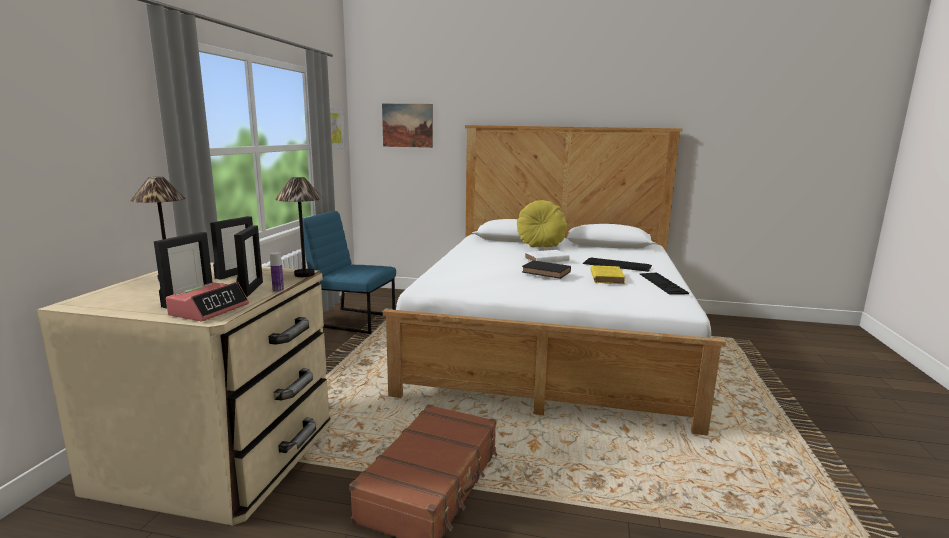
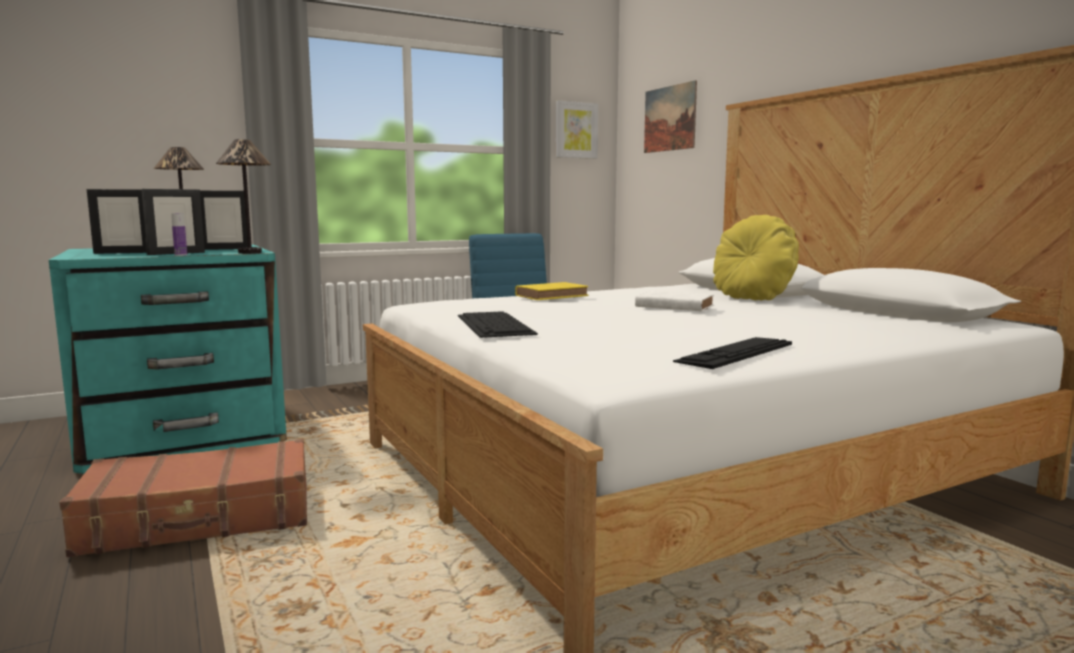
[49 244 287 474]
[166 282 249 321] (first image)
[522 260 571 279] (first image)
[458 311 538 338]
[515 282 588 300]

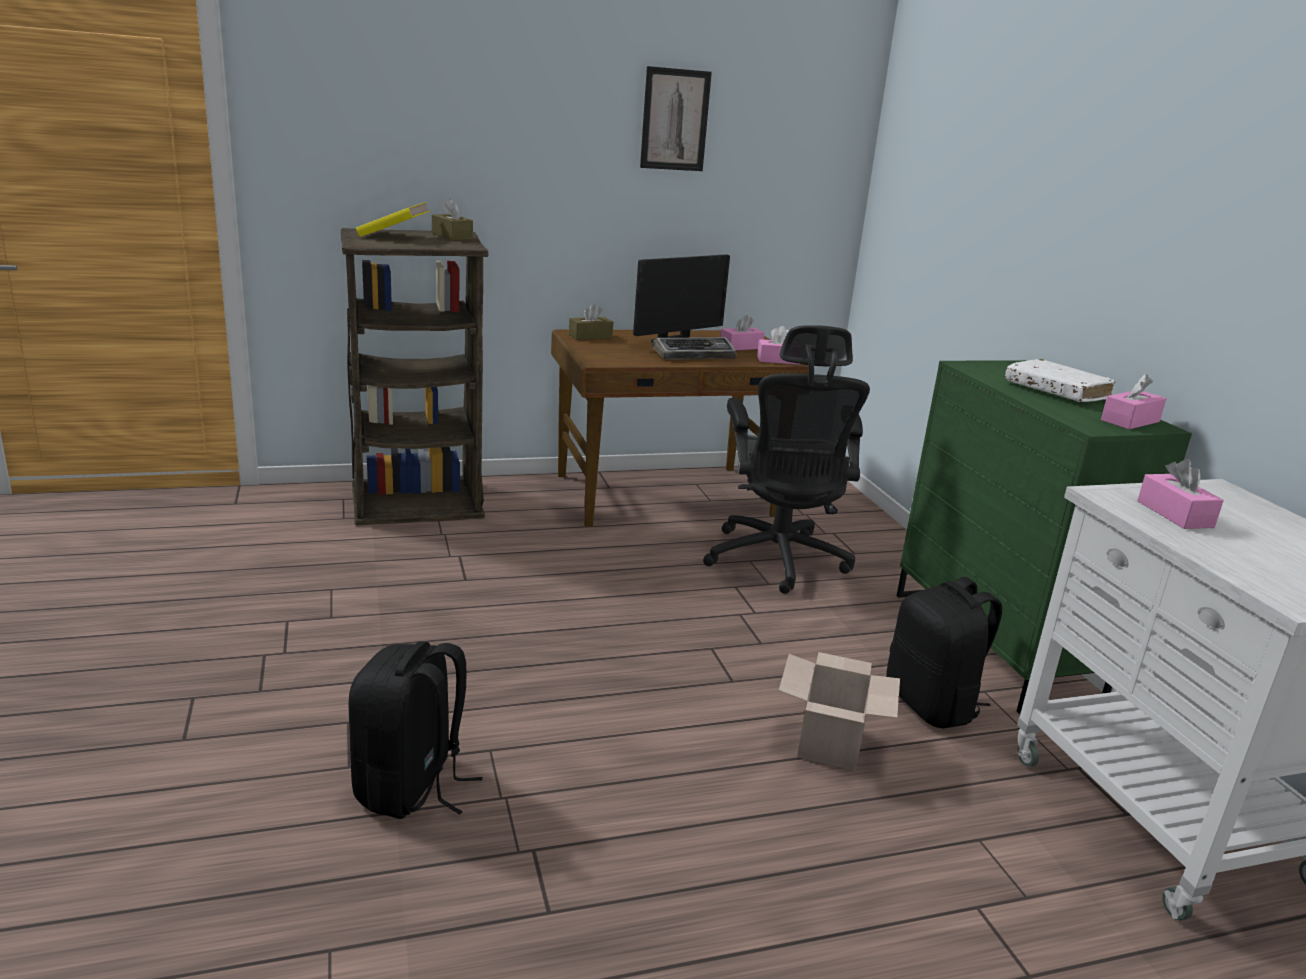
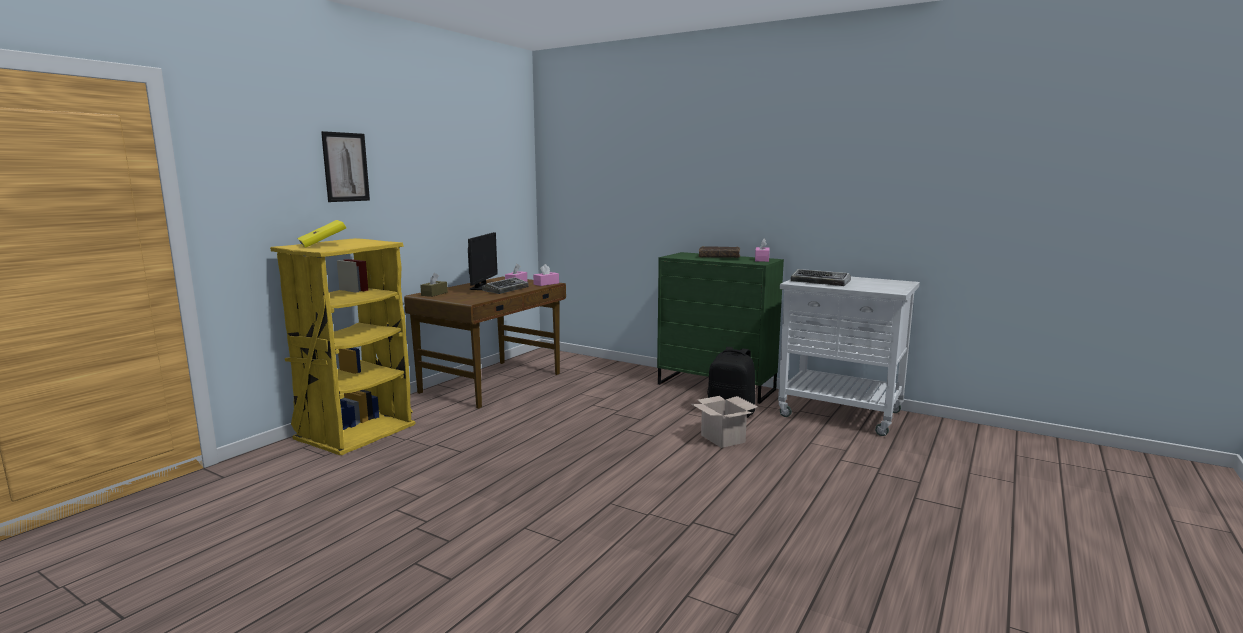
[270 238 416 455]
[348 642 483 819] (first image)
[432 198 473 240] (first image)
[321 131 370 202]
[703 325 870 594] (first image)
[699 246 740 258]
[791 269 851 286]

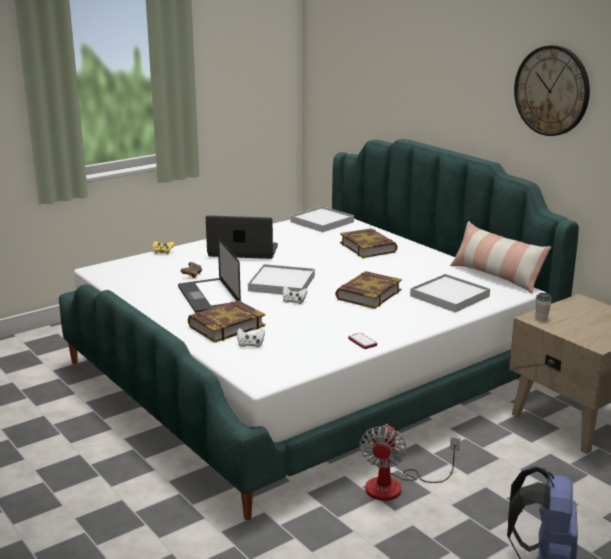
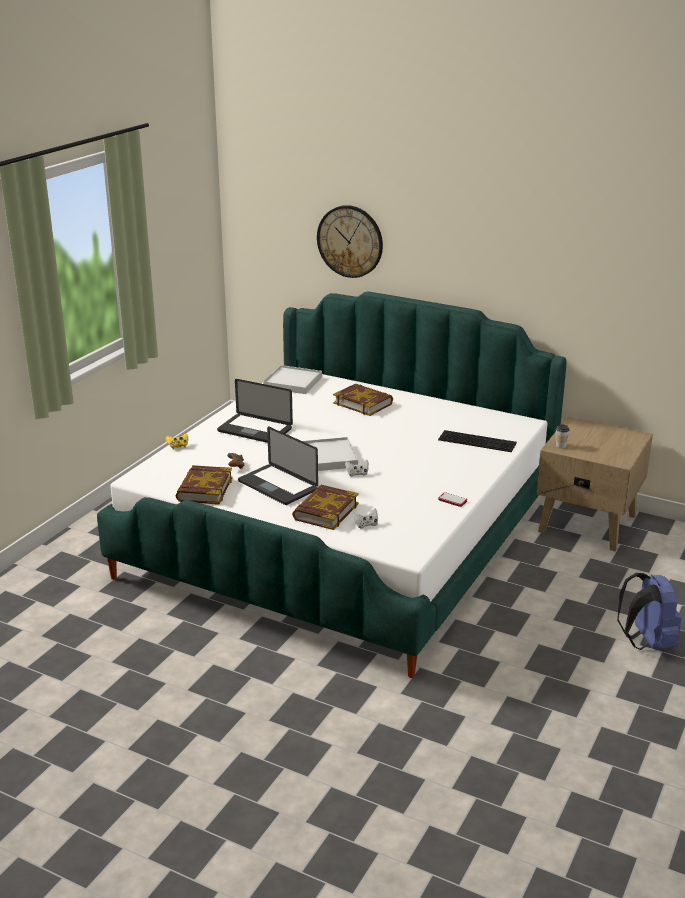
[217 379 293 443]
[176 465 232 505]
[360 424 460 501] (first image)
[438 430 517 452]
[450 221 551 294] (first image)
[317 205 383 278]

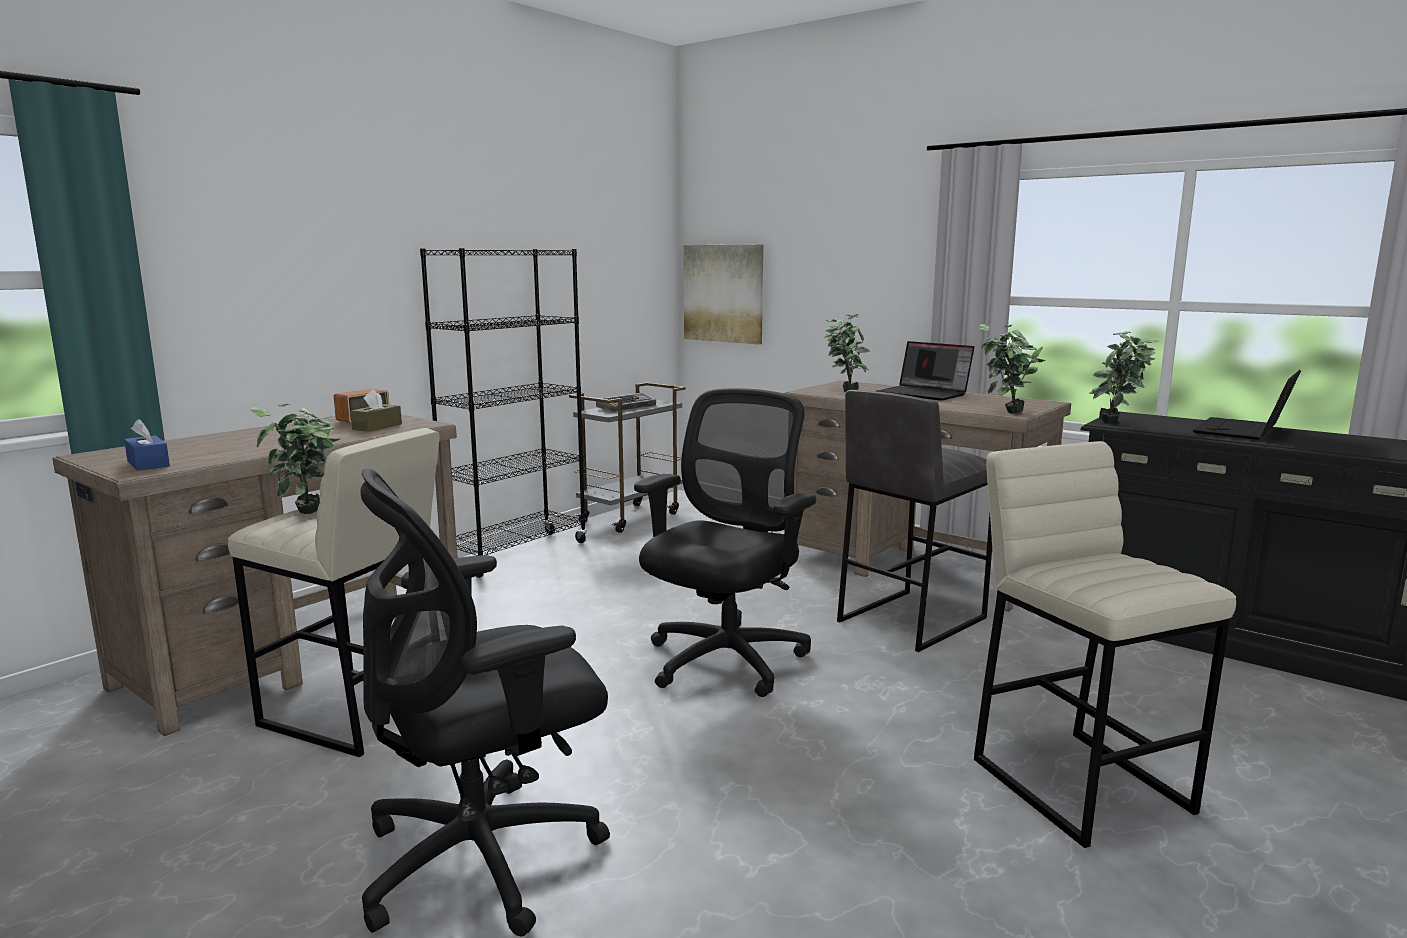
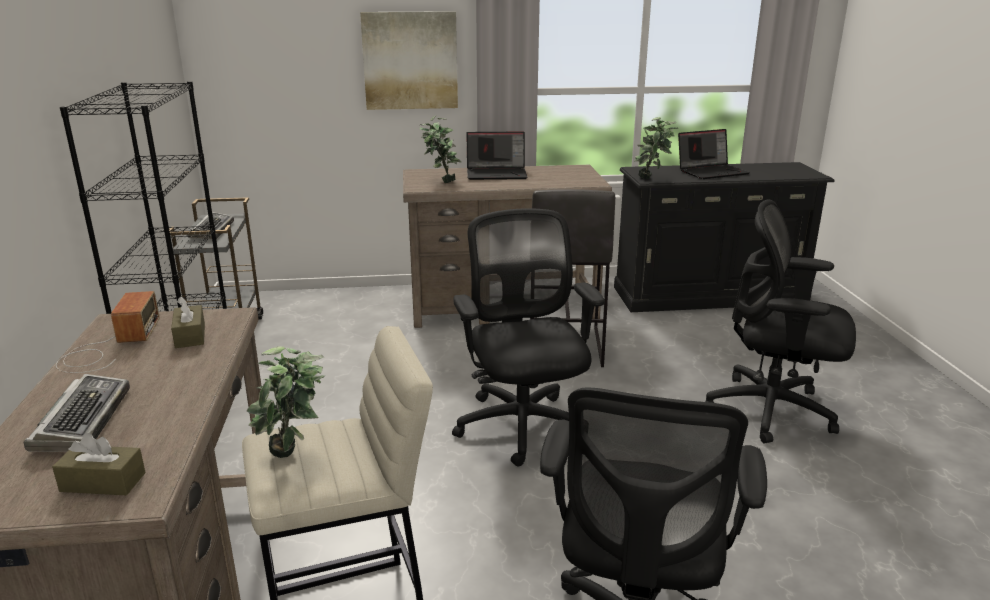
[52 433 146 496]
[360 11 458 110]
[706 199 856 444]
[980 324 1046 414] (first image)
[678 129 750 179]
[24 374 130 452]

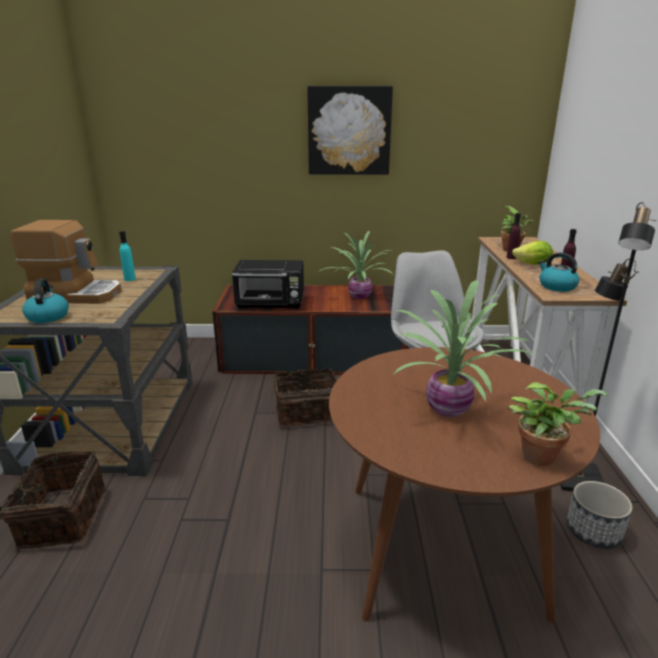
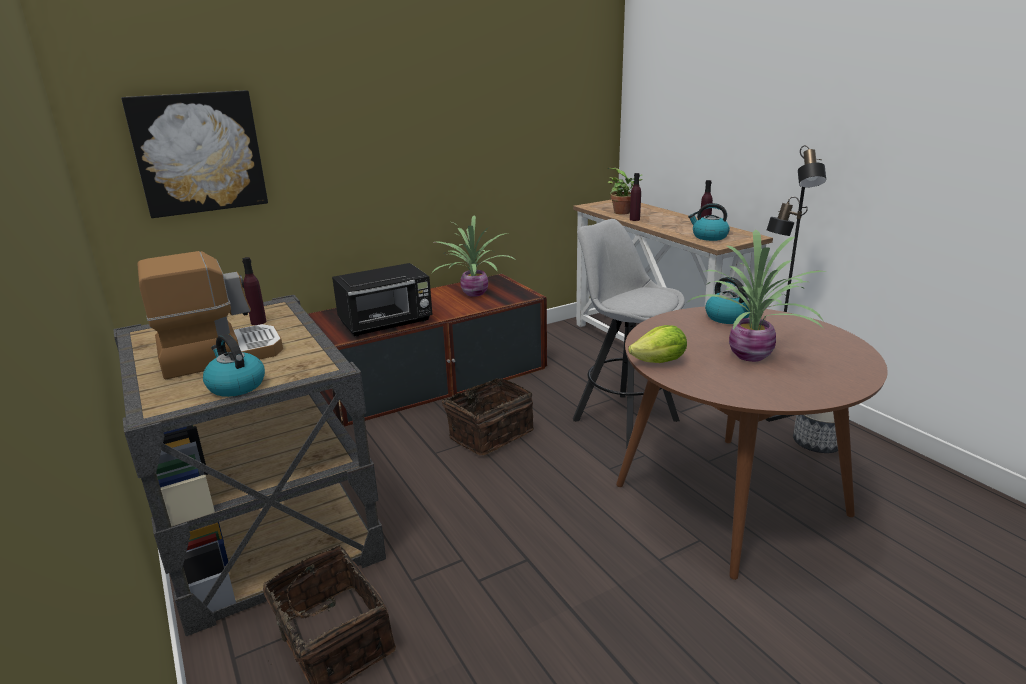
[242 257 266 325]
[121 90 268 218]
[508 382 608 466] (first image)
[628 325 687 363]
[705 277 750 324]

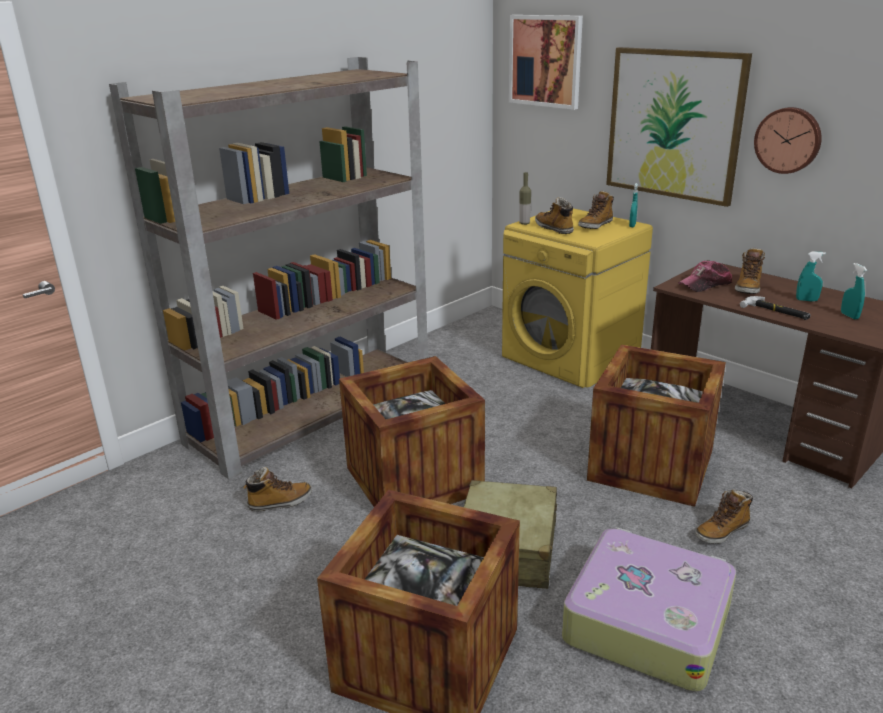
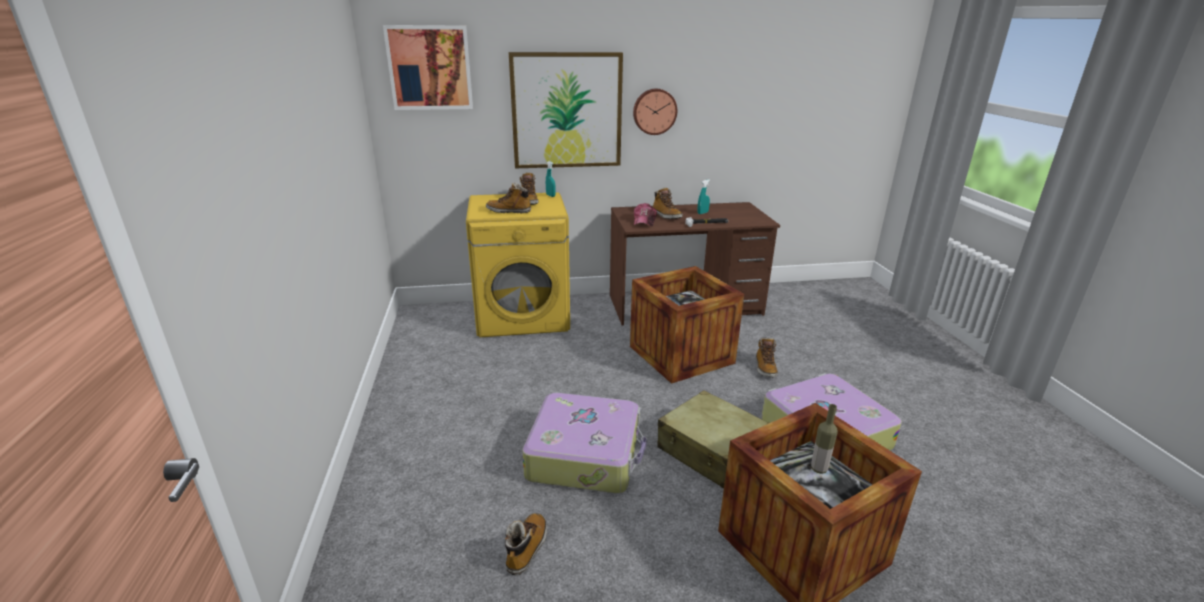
[109 57 428 479] (first image)
[522 393 647 493]
[811 404 838 474]
[841 263 867 320] (first image)

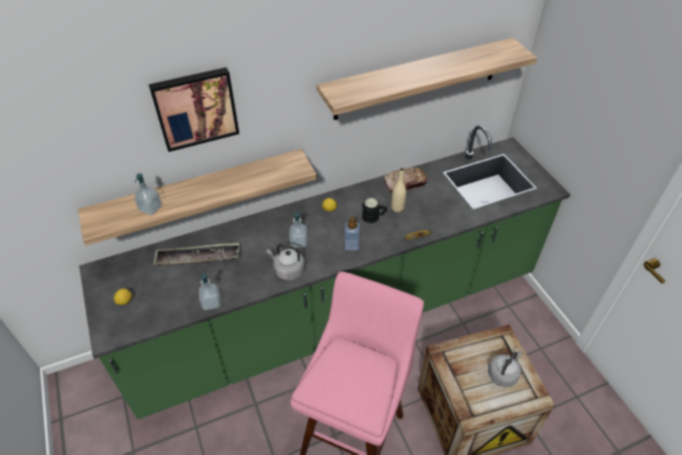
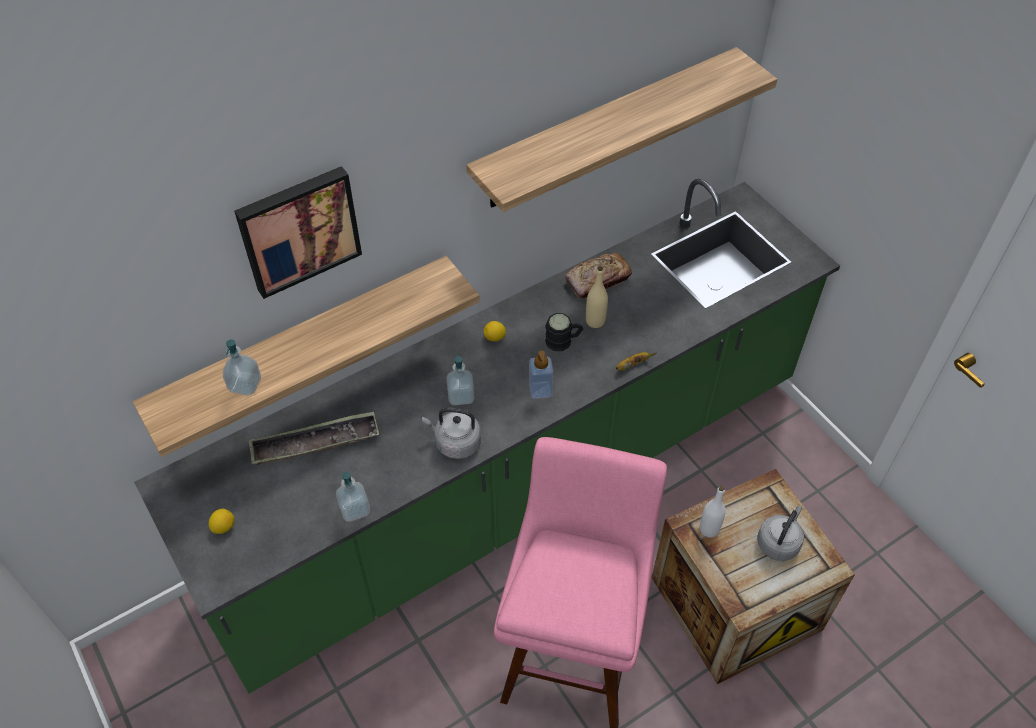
[700 486 725 537]

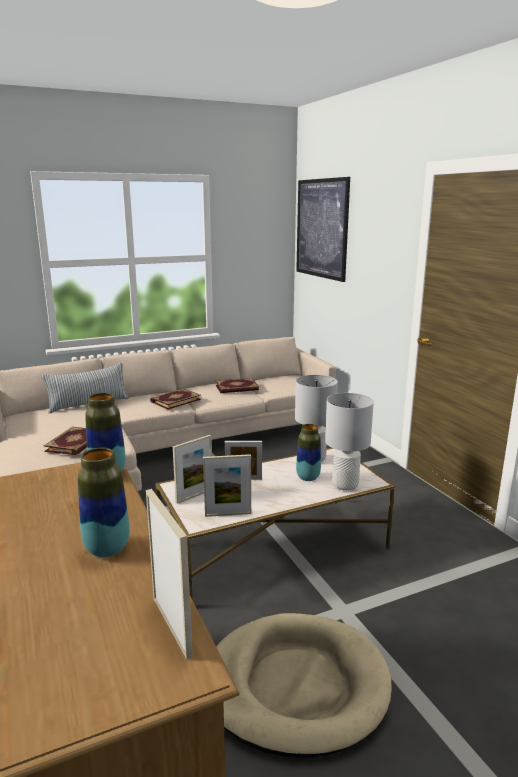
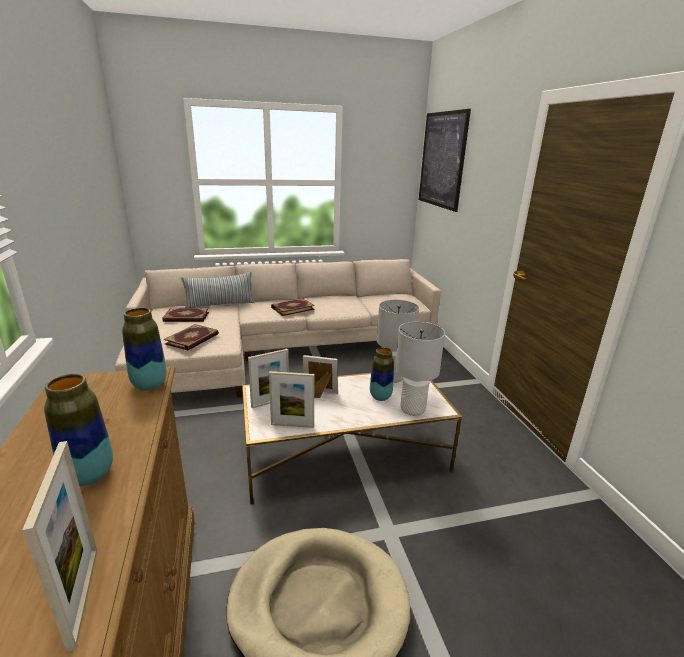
[162 308 209 322]

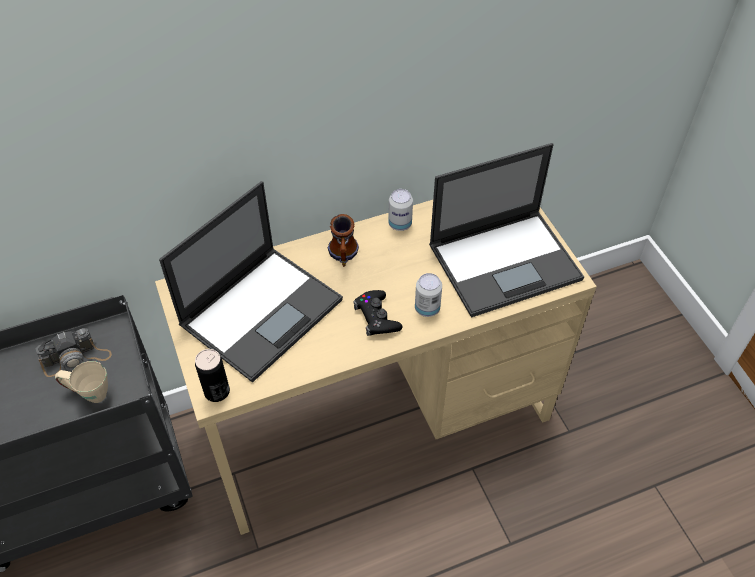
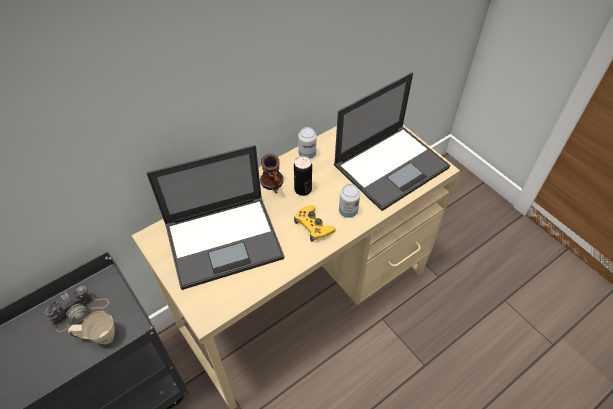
[147 145 285 290]
[294 156 312 196]
[294 205 335 241]

